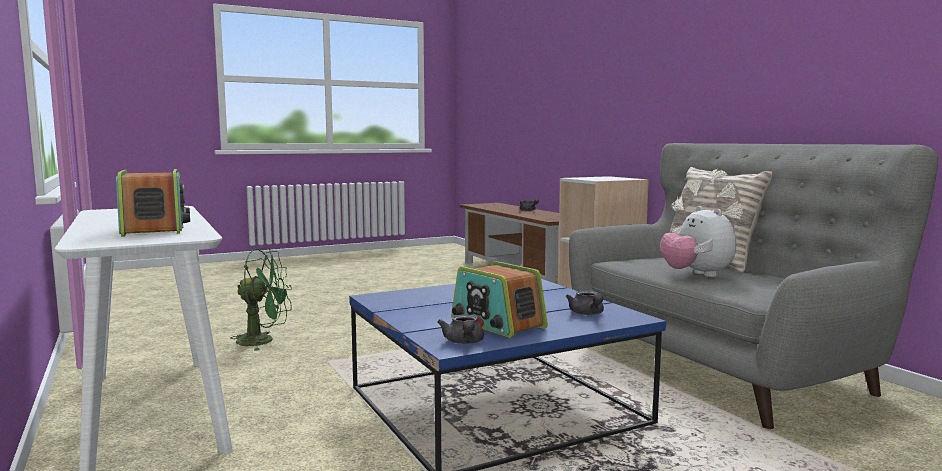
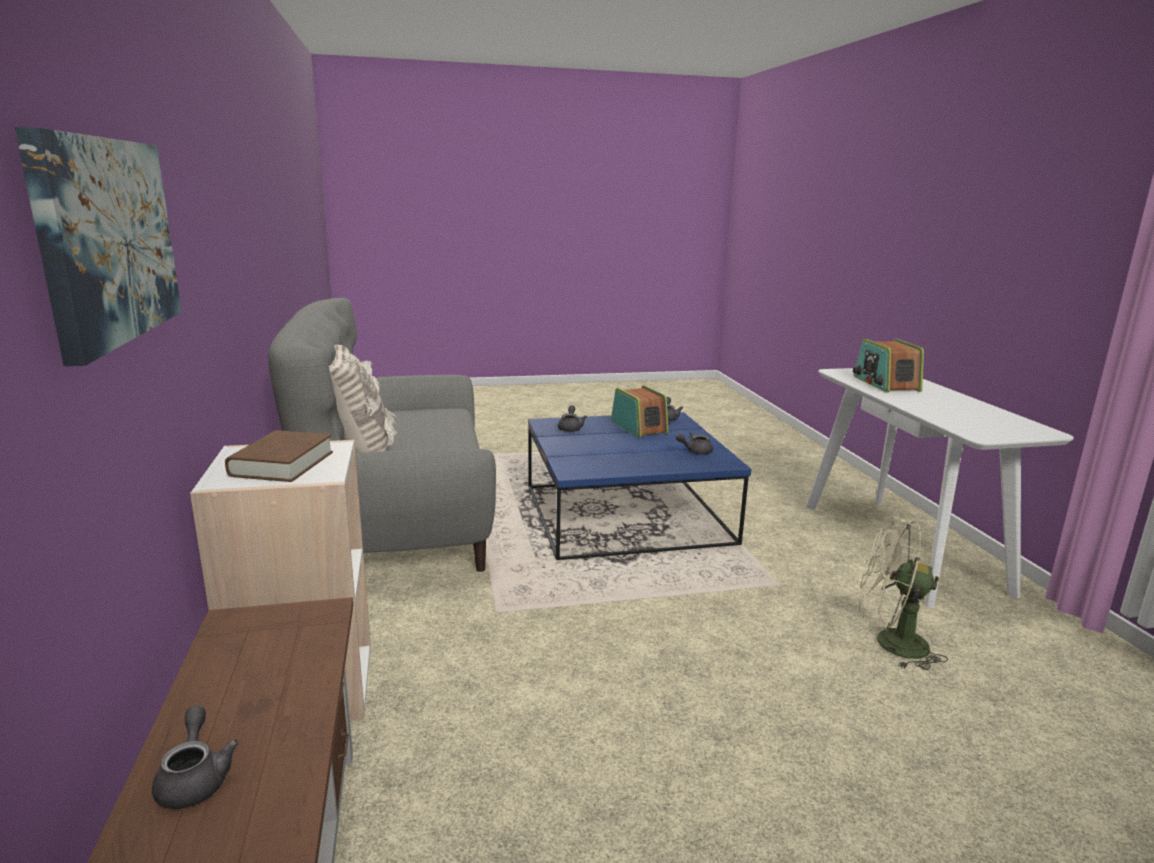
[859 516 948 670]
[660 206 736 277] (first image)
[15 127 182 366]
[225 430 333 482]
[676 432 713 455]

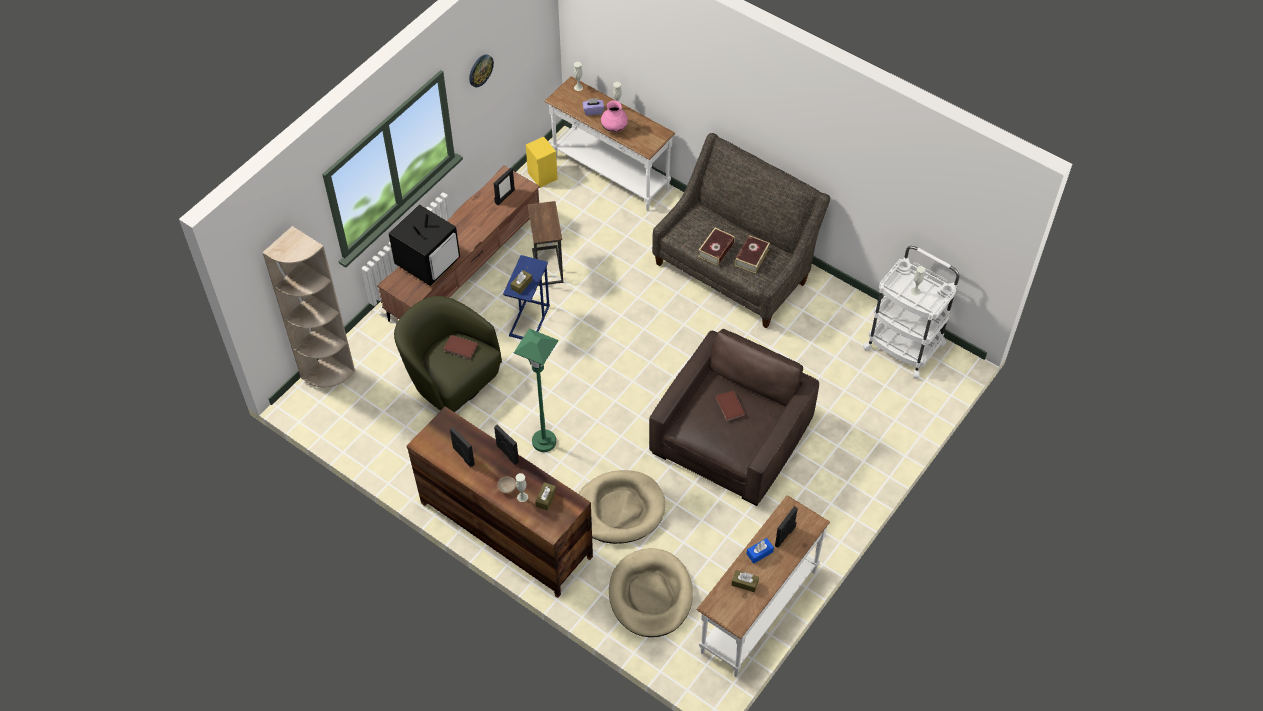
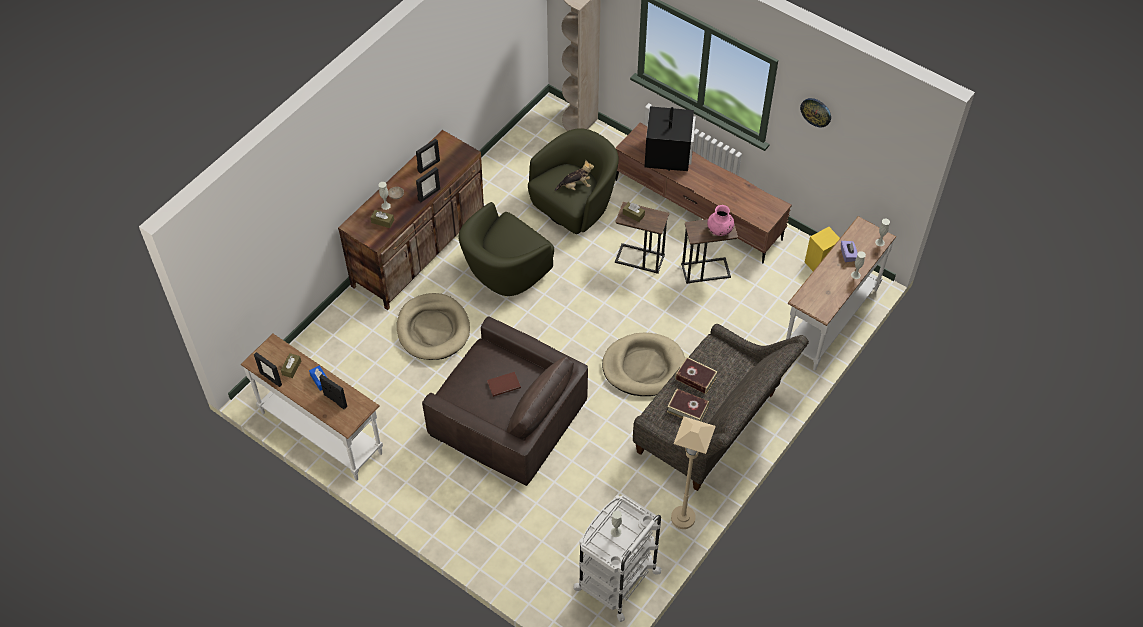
[644 106 696 171]
[555 160 594 191]
[254 352 282 387]
[615 202 669 274]
[458 202 554 296]
[707 205 734 236]
[602 333 685 396]
[671 417 716 529]

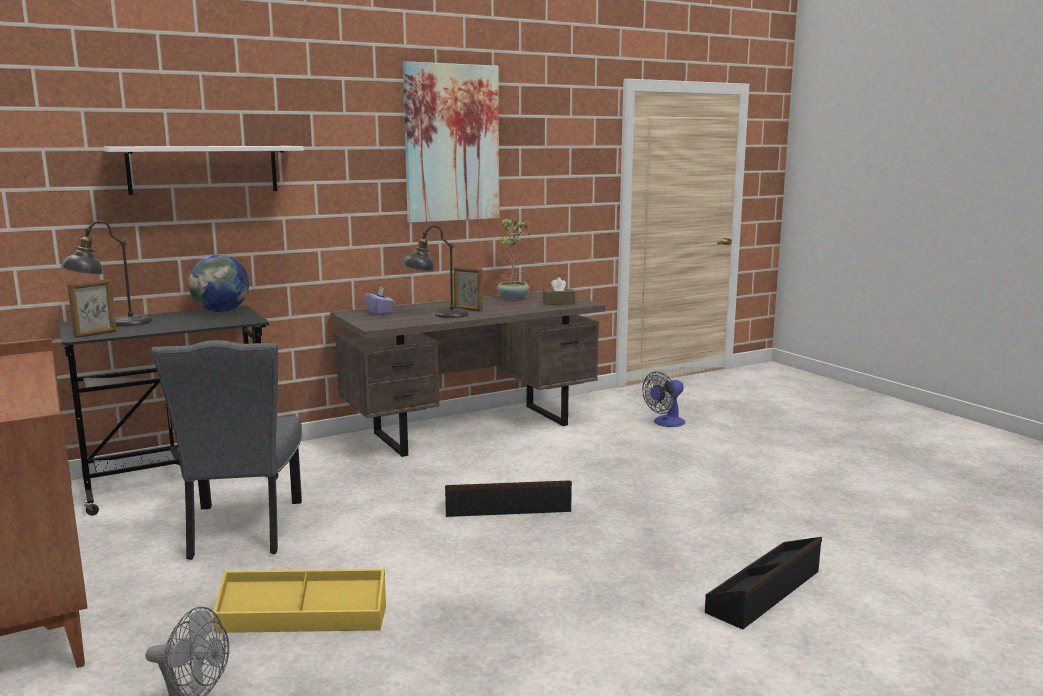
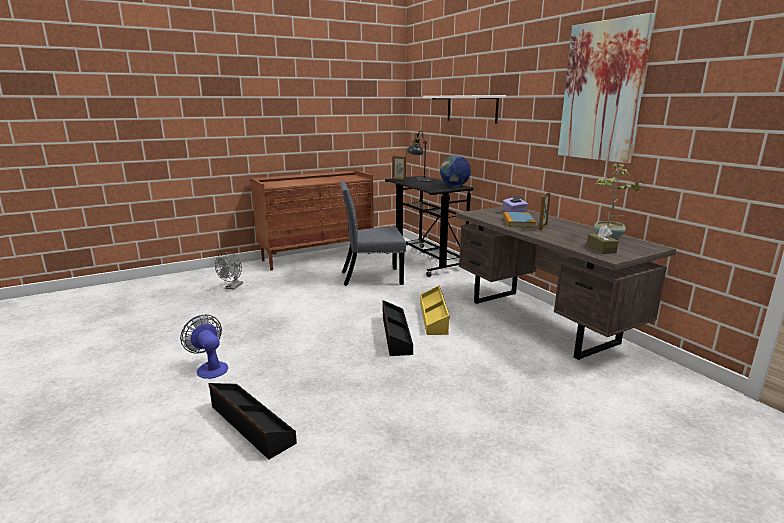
[420 286 450 335]
[503 212 536 228]
[180 315 228 379]

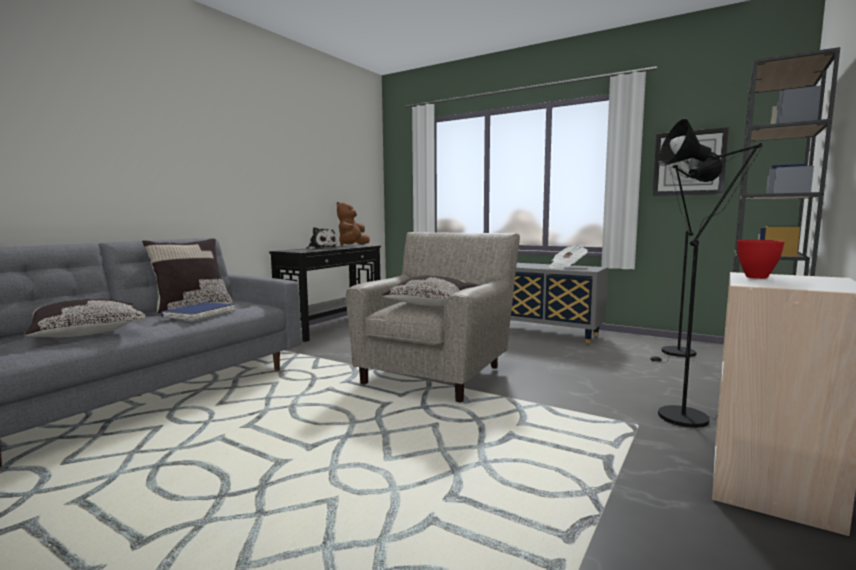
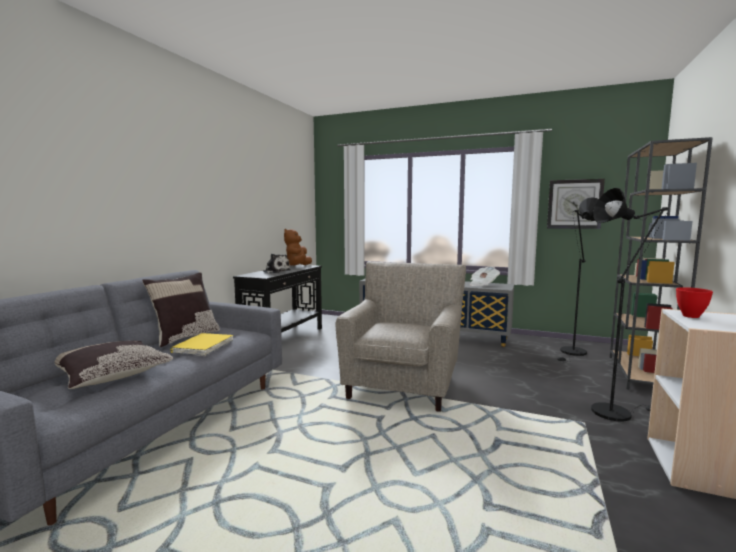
[170 333 233 356]
[382 276 480 306] (first image)

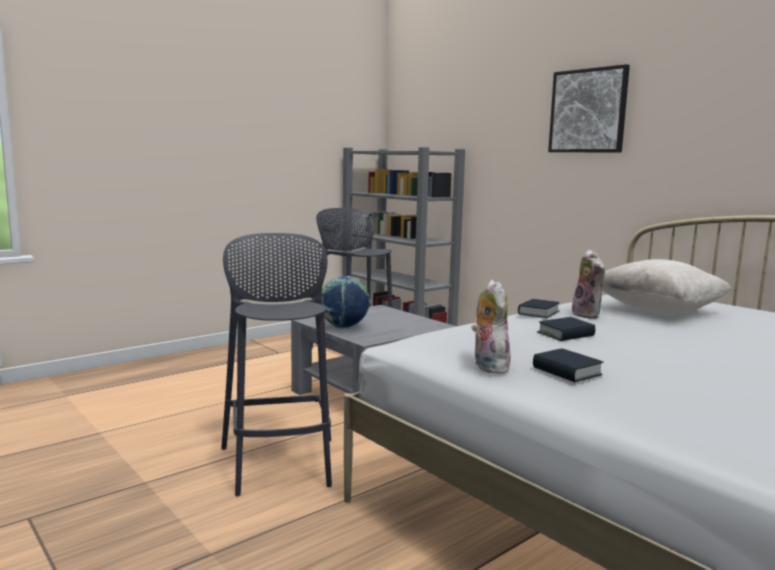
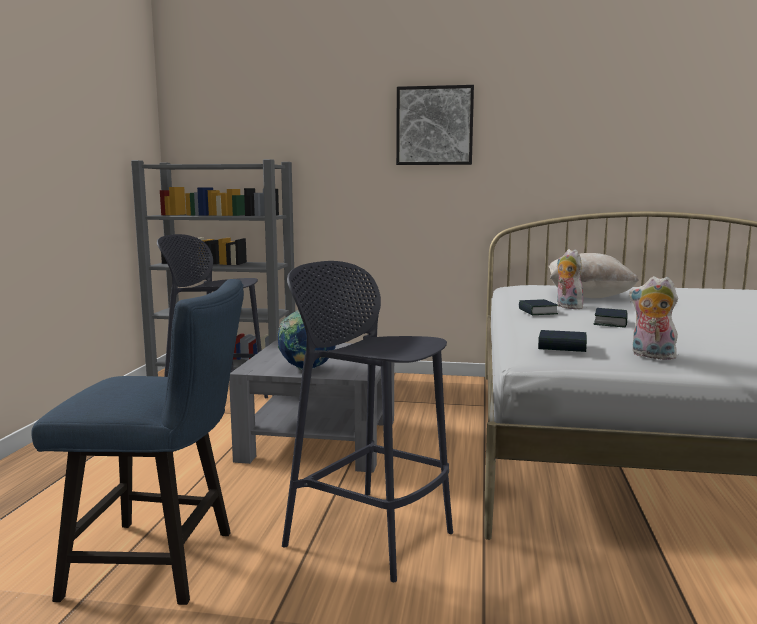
[538 330 587 352]
[557 249 584 309]
[31 279 244 605]

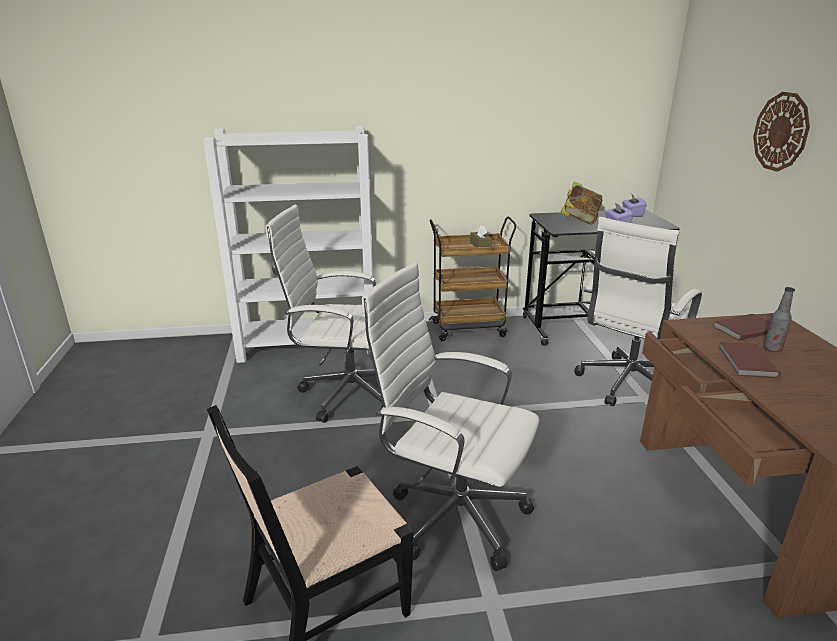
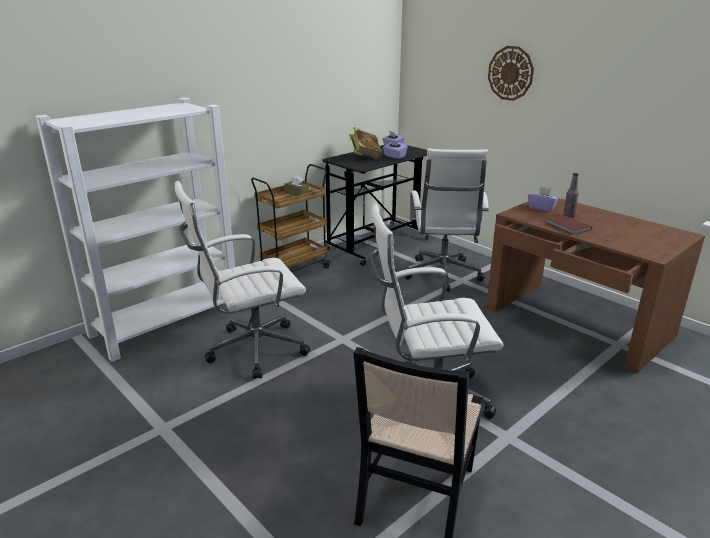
[528 187 559 212]

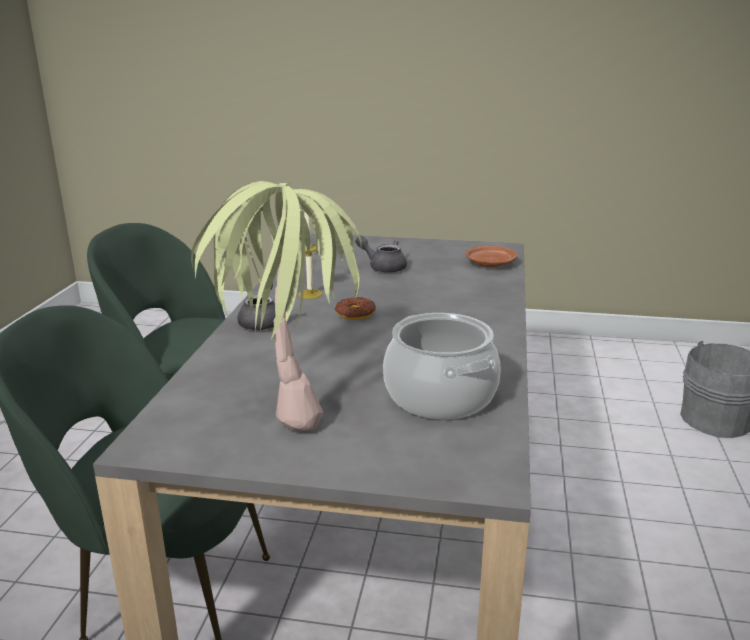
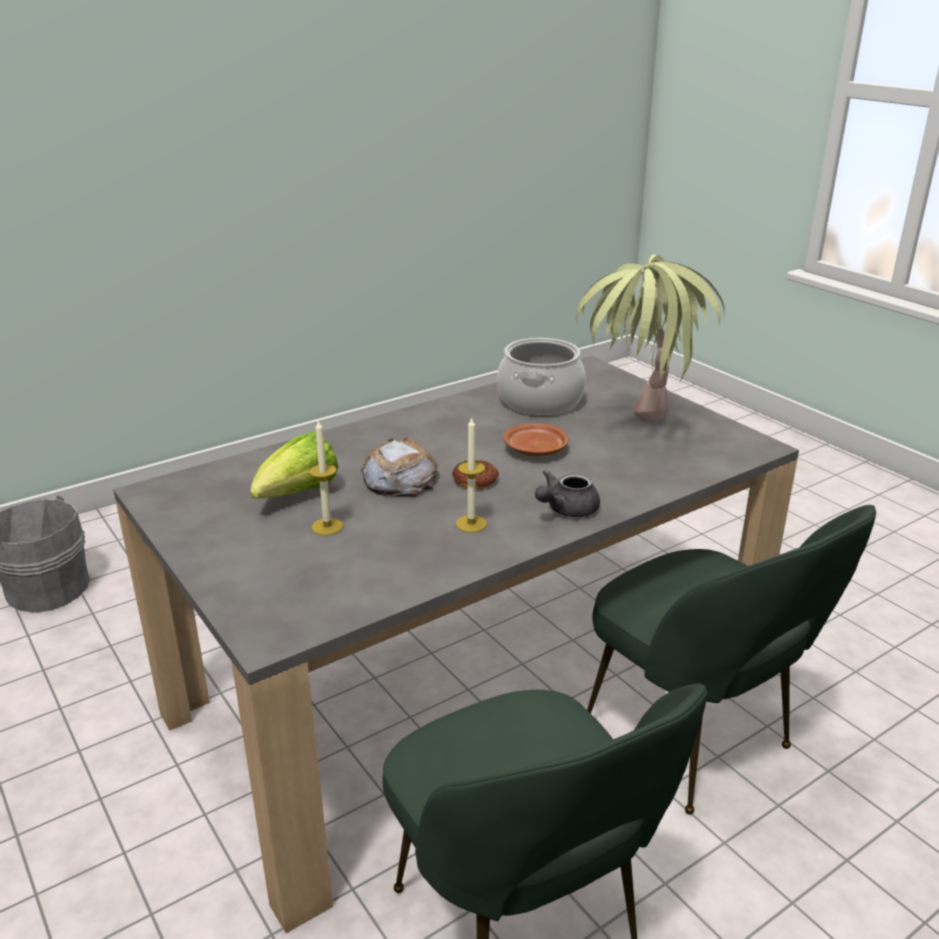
[309 419 343 535]
[503 423 569 456]
[250 432 338 499]
[361 437 437 496]

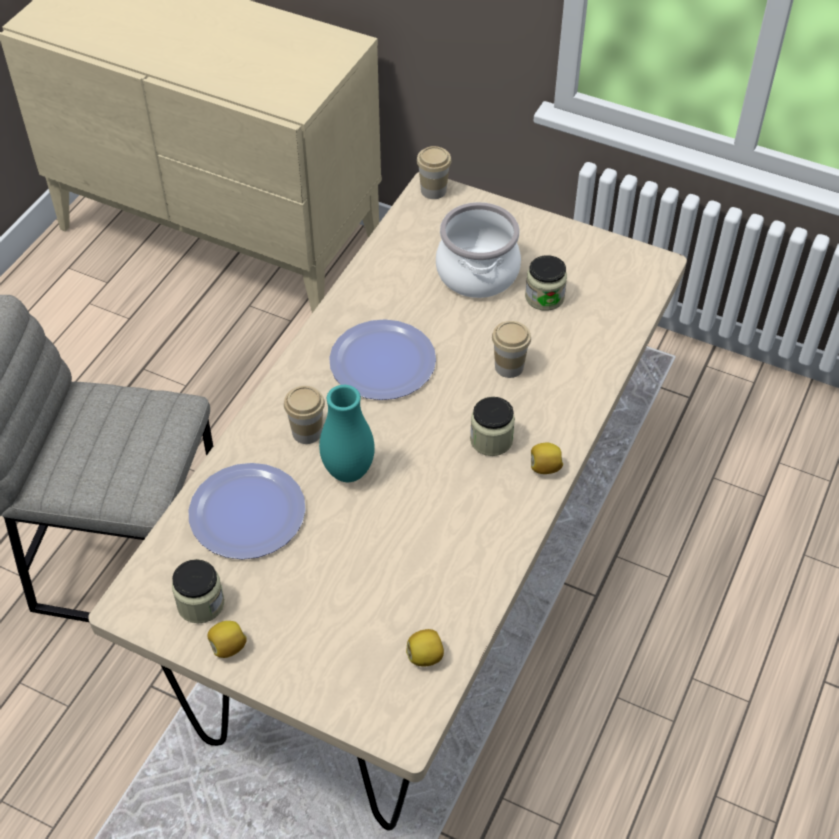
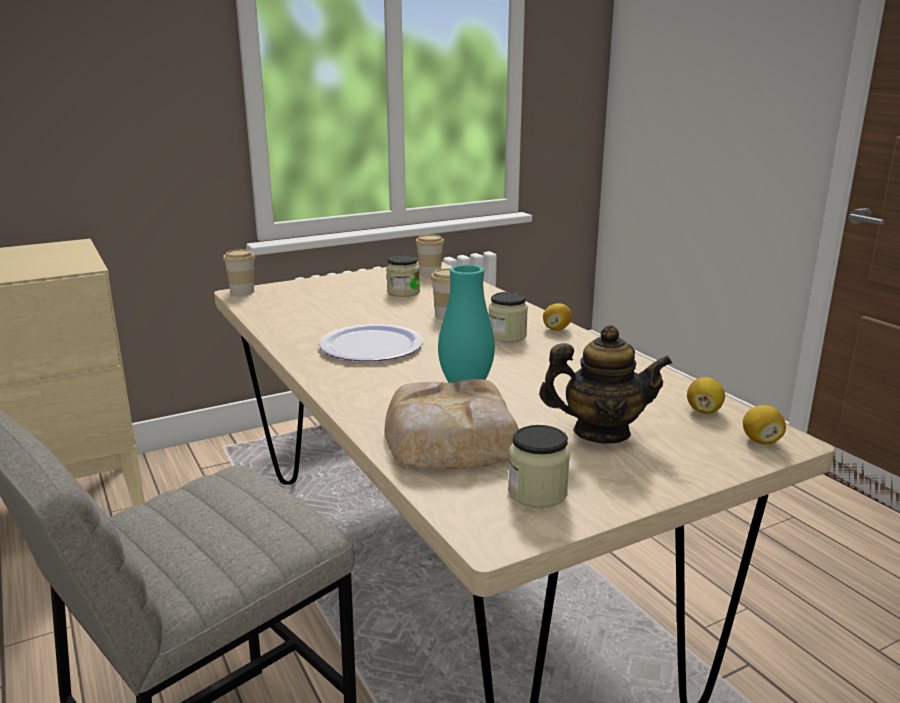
[385 379 519 469]
[743 405 786 445]
[416 235 444 277]
[436 202 521 298] (first image)
[539 325 672 444]

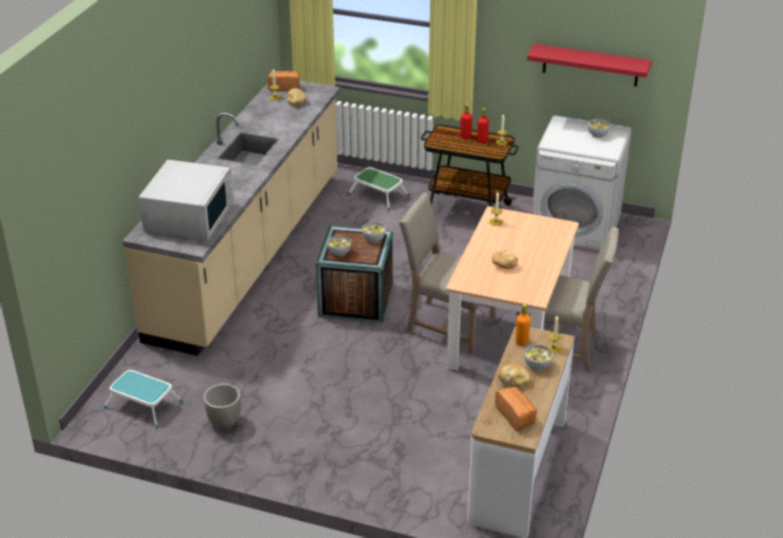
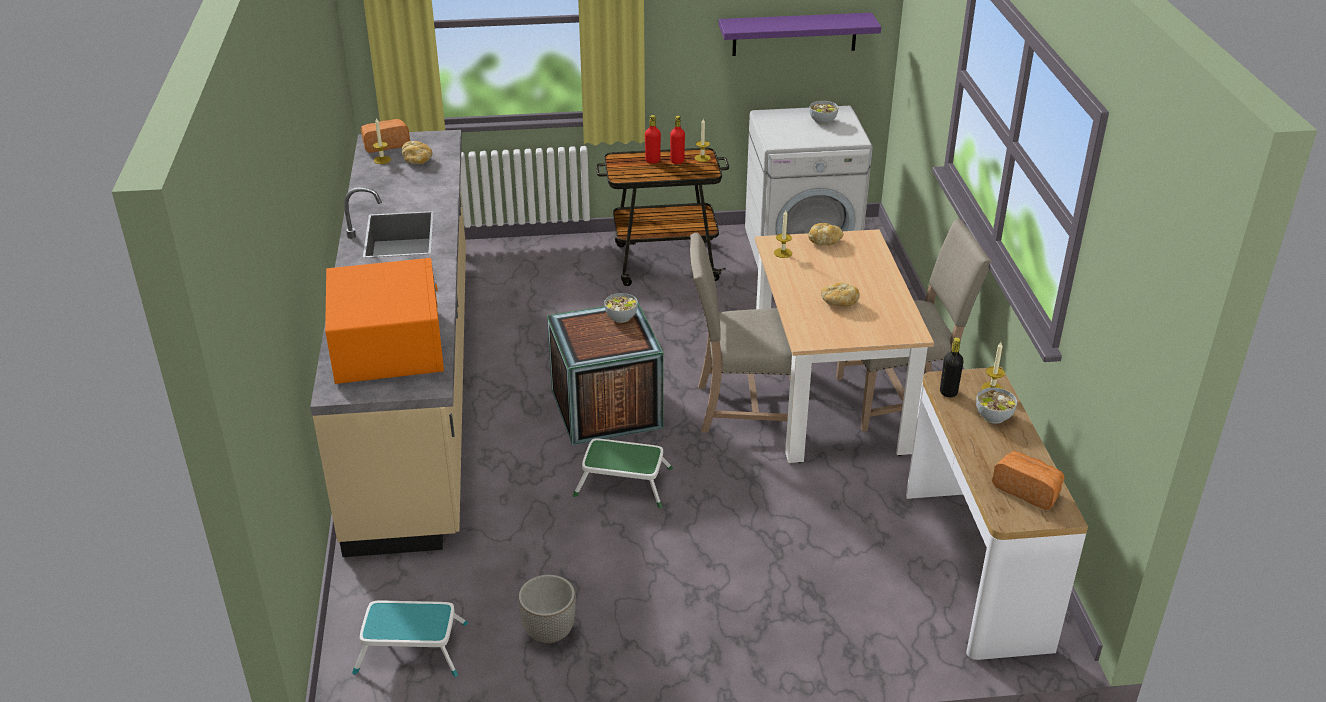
[325 258 444 384]
[328 235 351 256] (first image)
[572 438 673 508]
[808 223 843 246]
[940 337 964 398]
[719 13 881 56]

